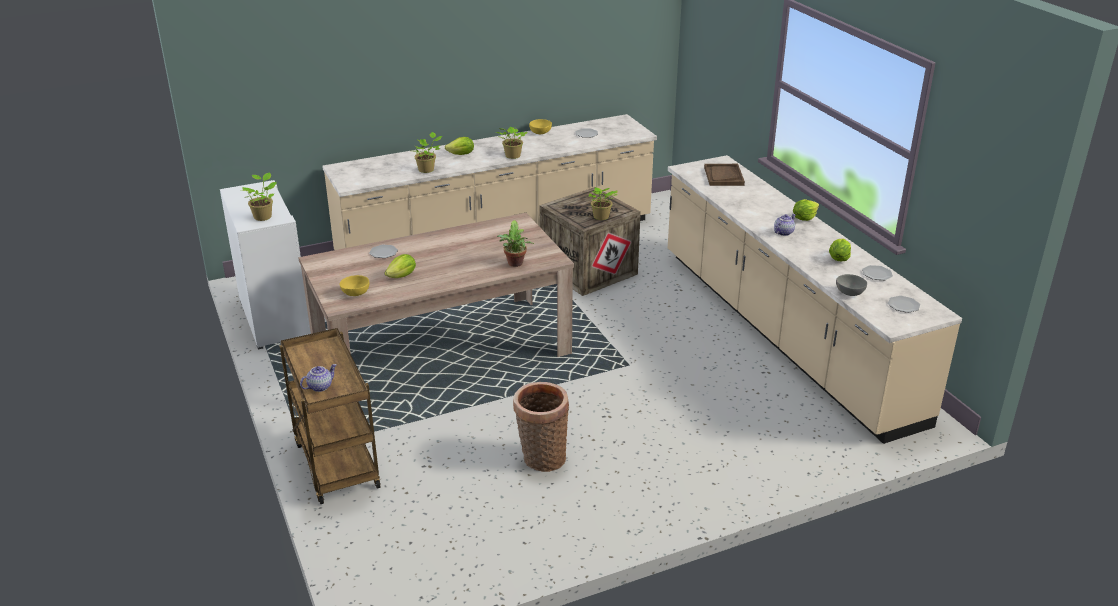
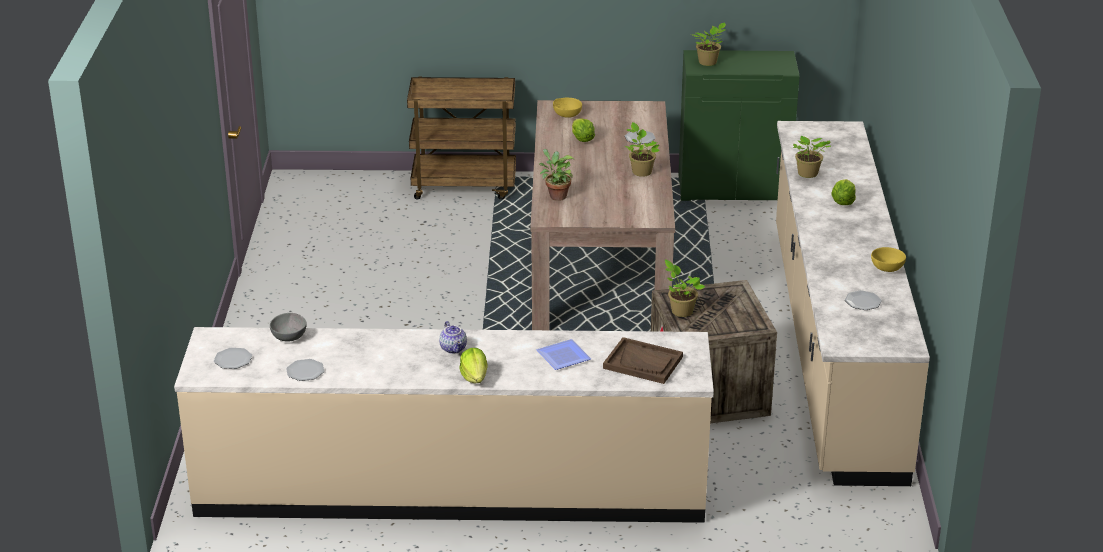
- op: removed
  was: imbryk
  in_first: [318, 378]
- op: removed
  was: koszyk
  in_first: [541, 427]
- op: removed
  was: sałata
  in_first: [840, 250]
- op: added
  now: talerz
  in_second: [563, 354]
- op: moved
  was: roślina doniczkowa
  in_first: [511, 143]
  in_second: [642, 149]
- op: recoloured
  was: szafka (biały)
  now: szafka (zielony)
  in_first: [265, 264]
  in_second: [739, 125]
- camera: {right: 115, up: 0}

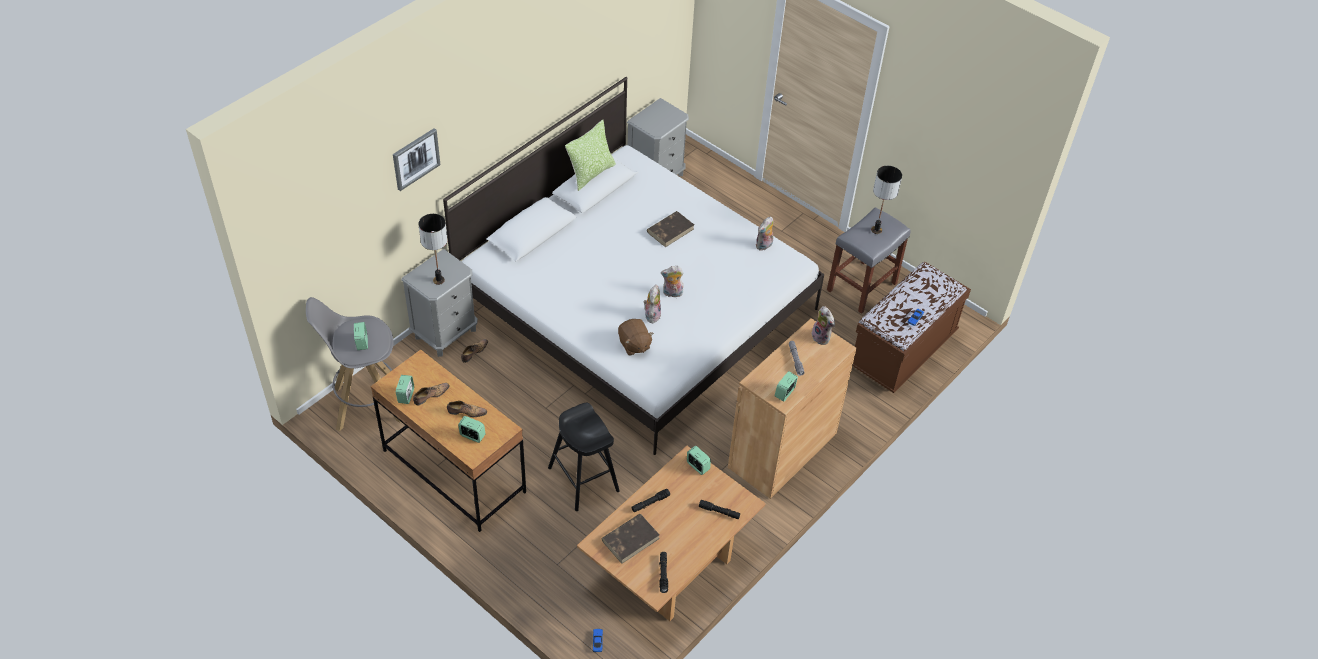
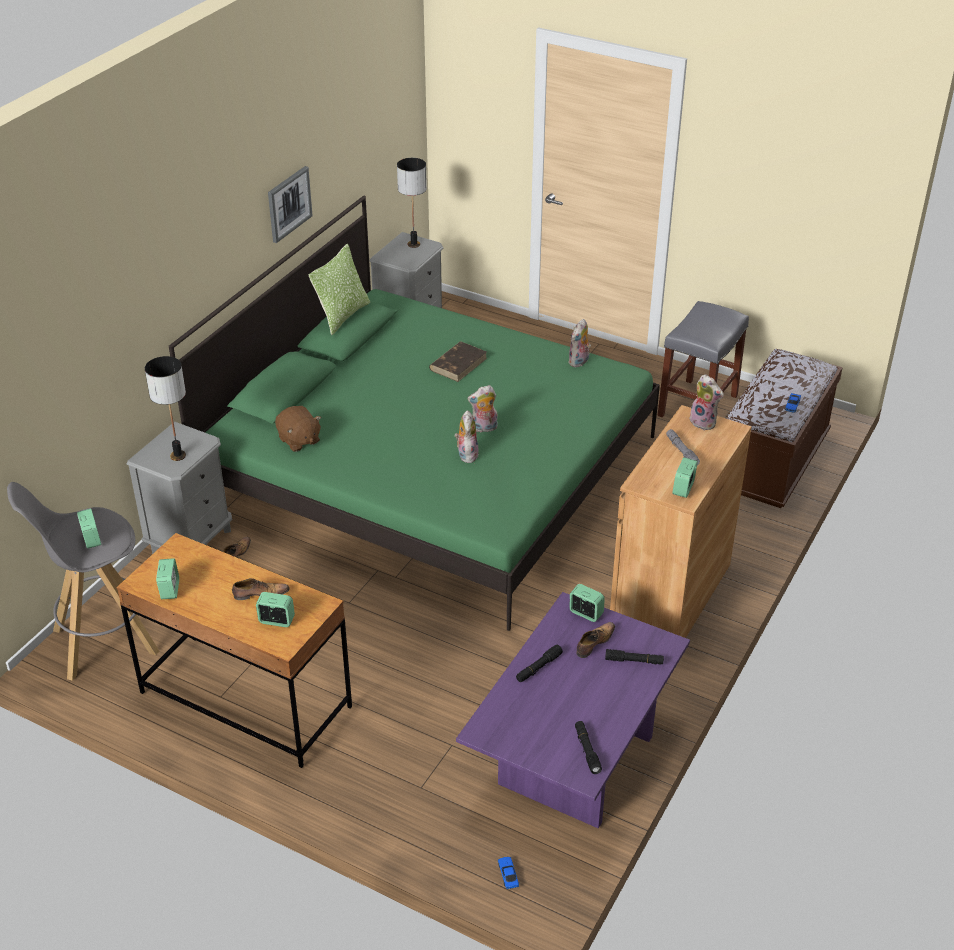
- op: removed
  was: stołek (czarny)
  in_first: [584, 457]
- op: removed
  was: książka (brązowy)
  in_first: [630, 539]
- op: moved
  was: obraz
  in_first: [417, 159]
  in_second: [290, 204]
- op: moved
  was: but
  in_first: [431, 394]
  in_second: [596, 640]
- op: moved
  was: pluszak (brązowy)
  in_first: [636, 337]
  in_second: [298, 429]
- op: moved
  was: lampa stołowa
  in_first: [886, 200]
  in_second: [412, 203]
- op: recoloured
  was: łóżko (biały)
  now: łóżko (zielony)
  in_first: [633, 266]
  in_second: [414, 413]
- op: recoloured
  was: ława (brązowy)
  now: ława (fioletowy)
  in_first: [671, 533]
  in_second: [573, 710]
- camera: {right: -10, up: -10}

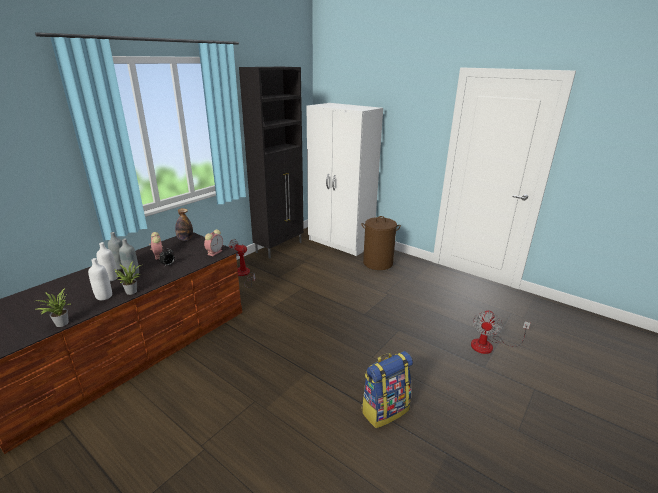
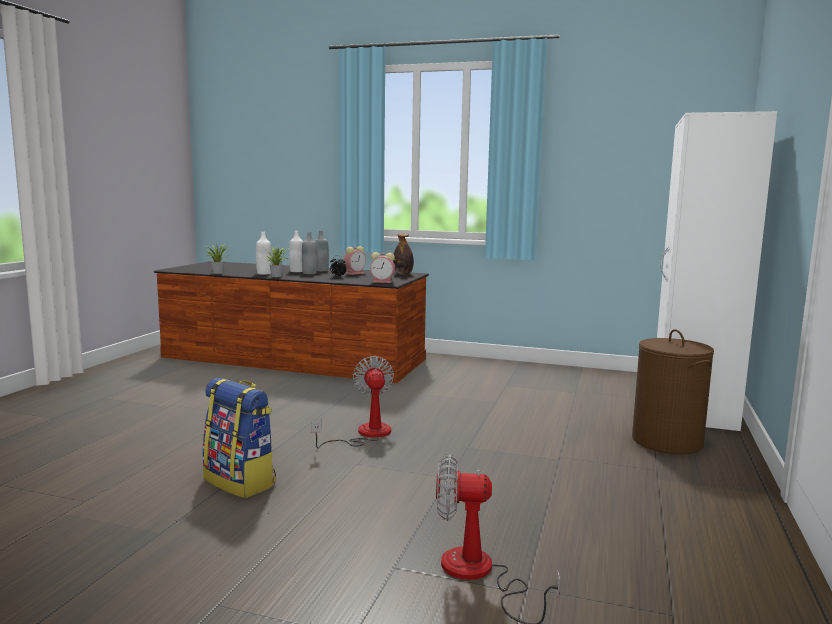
- op: removed
  was: szafka (czarny)
  in_first: [271, 163]
- op: moved
  was: wentylator
  in_first: [242, 263]
  in_second: [353, 402]
- camera: {right: 70, up: -15}

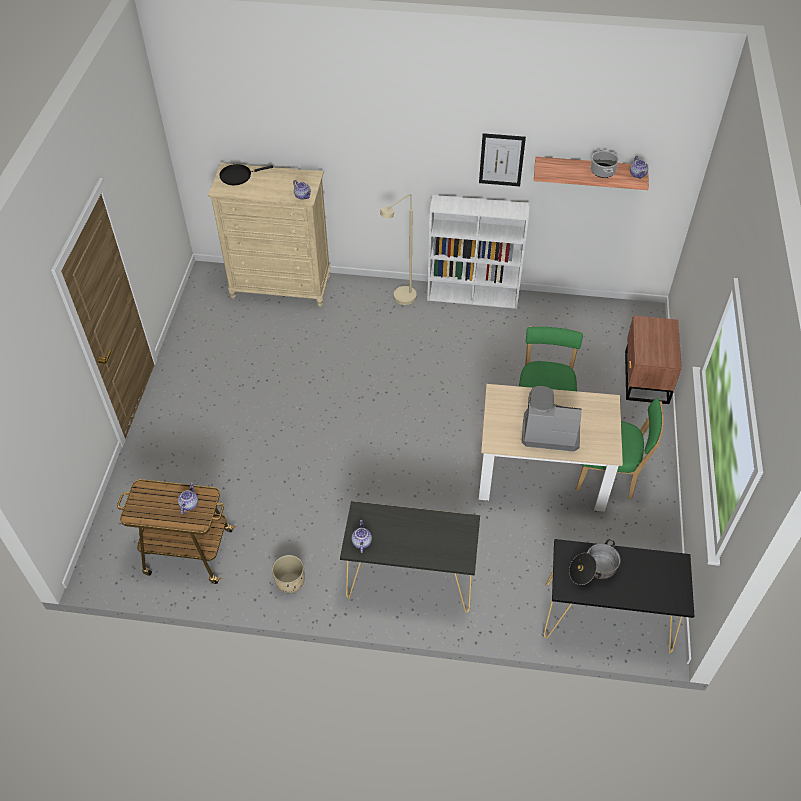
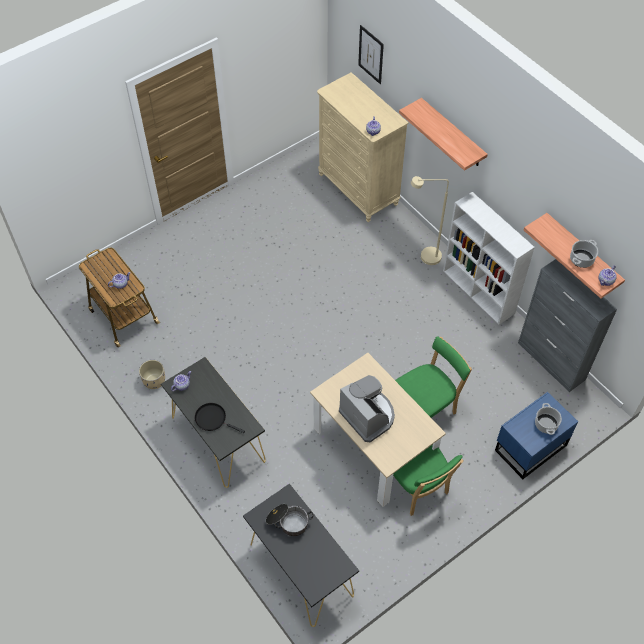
- op: added
  now: półka
  in_second: [443, 134]
- op: added
  now: szafka (szary)
  in_second: [567, 325]
- op: added
  now: garnek
  in_second: [548, 419]
- op: moved
  was: patelnia (czarny)
  in_first: [246, 174]
  in_second: [219, 418]
- op: moved
  was: obraz
  in_first: [502, 159]
  in_second: [371, 54]
- op: recoloured
  was: szafka nocna (brązowy)
  now: szafka nocna (niebieski)
  in_first: [653, 360]
  in_second: [536, 435]
- camera: {right: 45, up: 5}

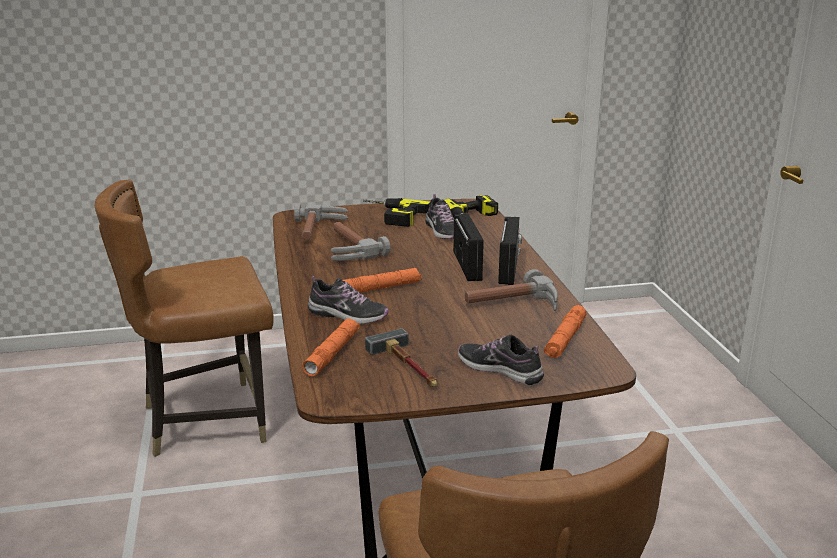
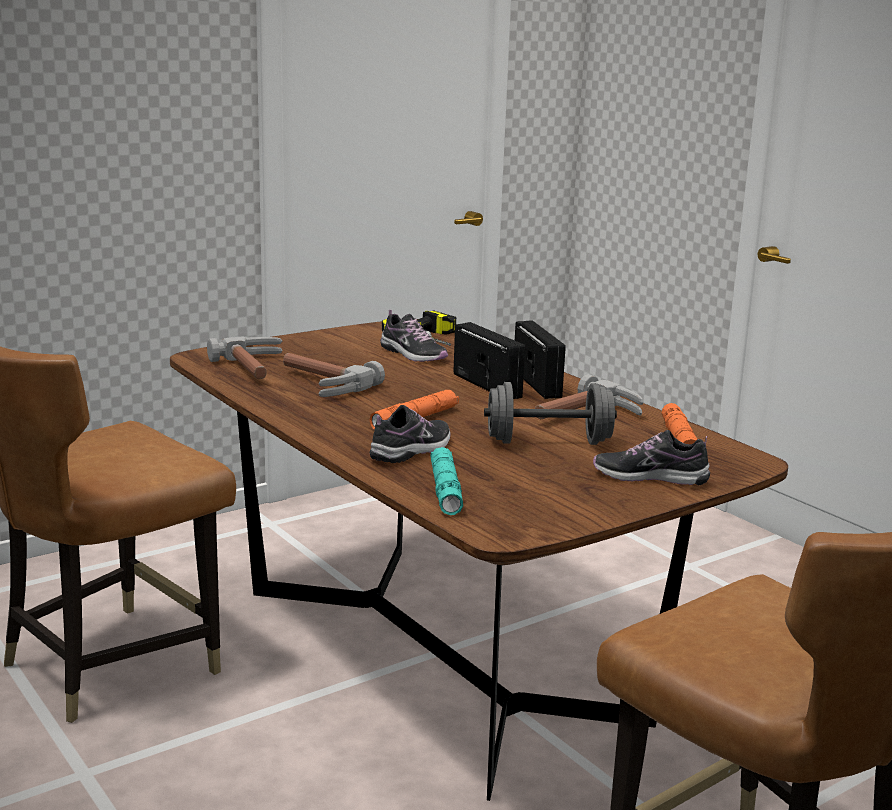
- op: removed
  was: wiertarka
  in_first: [397, 212]
- op: removed
  was: młotek
  in_first: [401, 357]
- op: added
  now: hantel (szary)
  in_second: [550, 413]
- op: recoloured
  was: latarka (pomarańczowy)
  now: latarka (turkusowy)
  in_first: [331, 347]
  in_second: [446, 481]
- op: turned
  was: but
  in_first: [348, 300]
  in_second: [410, 434]
  clockwise: -45
- camera: {right: -25, up: -5}

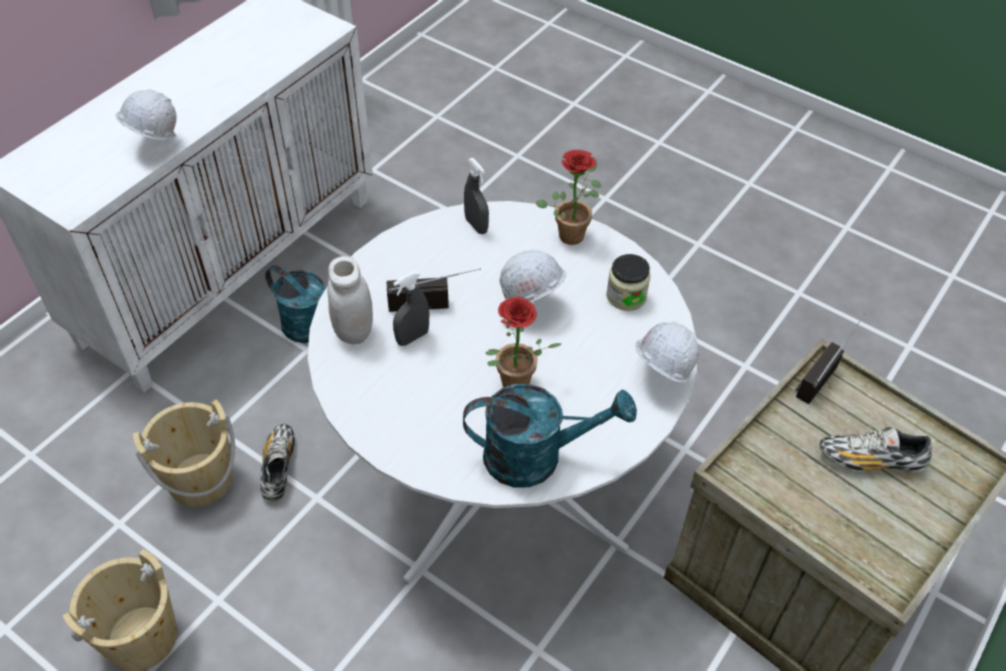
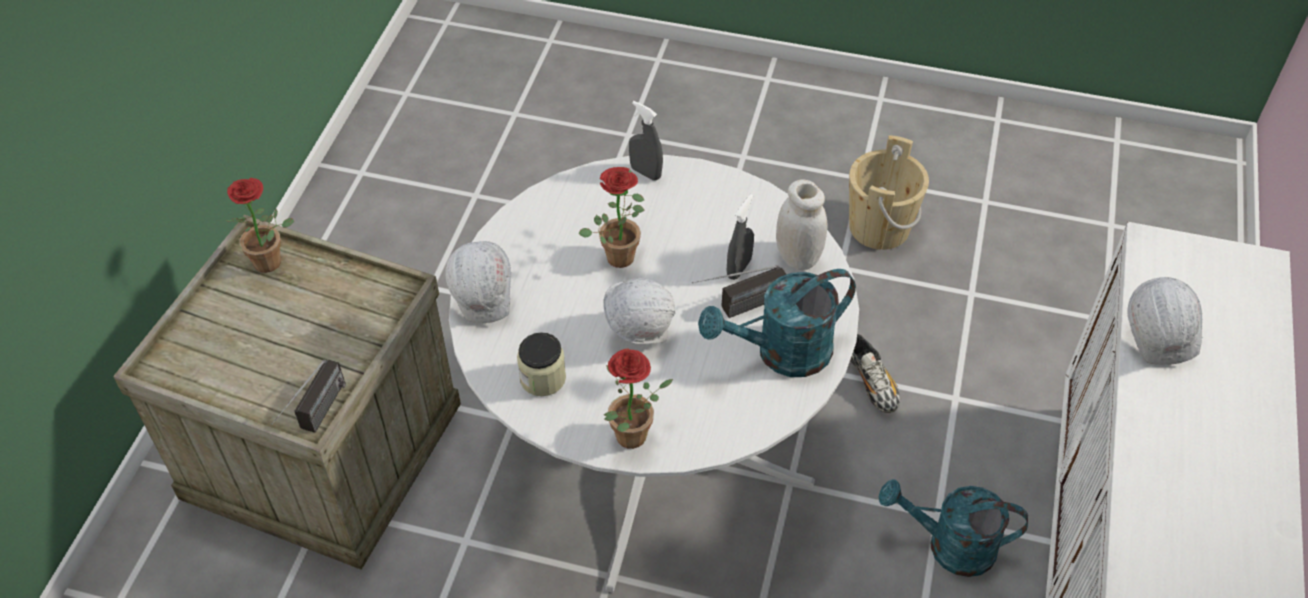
- op: removed
  was: wiadro (beżowy)
  in_first: [184, 453]
- op: removed
  was: but
  in_first: [876, 450]
- op: added
  now: roślina doniczkowa
  in_second: [260, 225]
- op: moved
  was: konewka (turkusowy)
  in_first: [550, 436]
  in_second: [777, 323]
- op: moved
  was: spryskiwacz (szary)
  in_first: [476, 196]
  in_second: [646, 141]
- camera: {right: 160, up: 0}

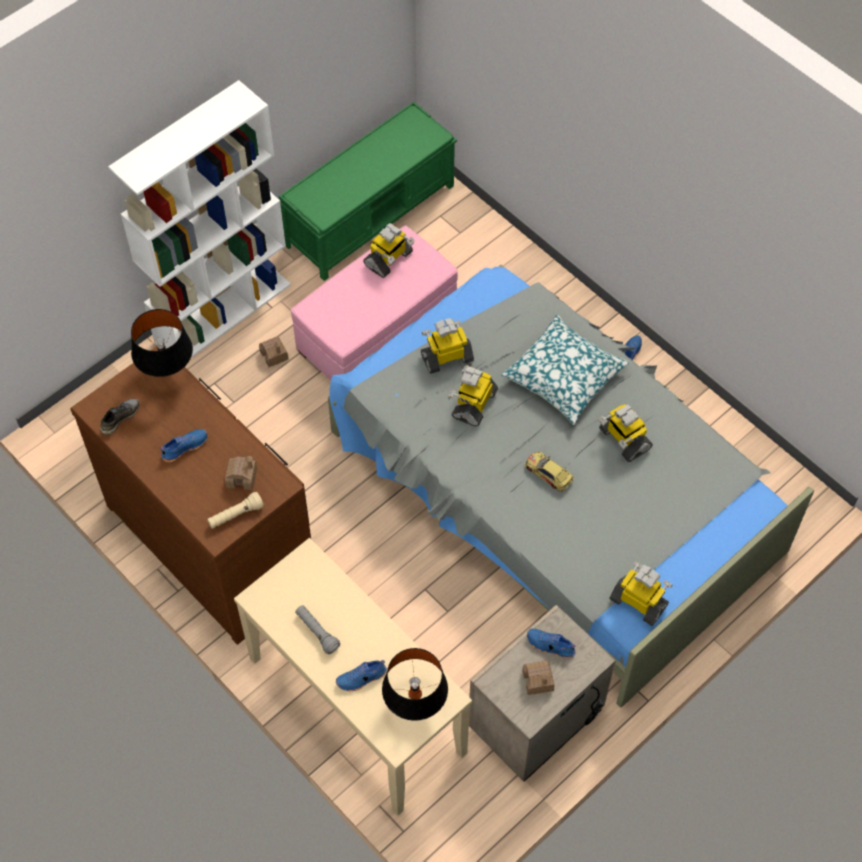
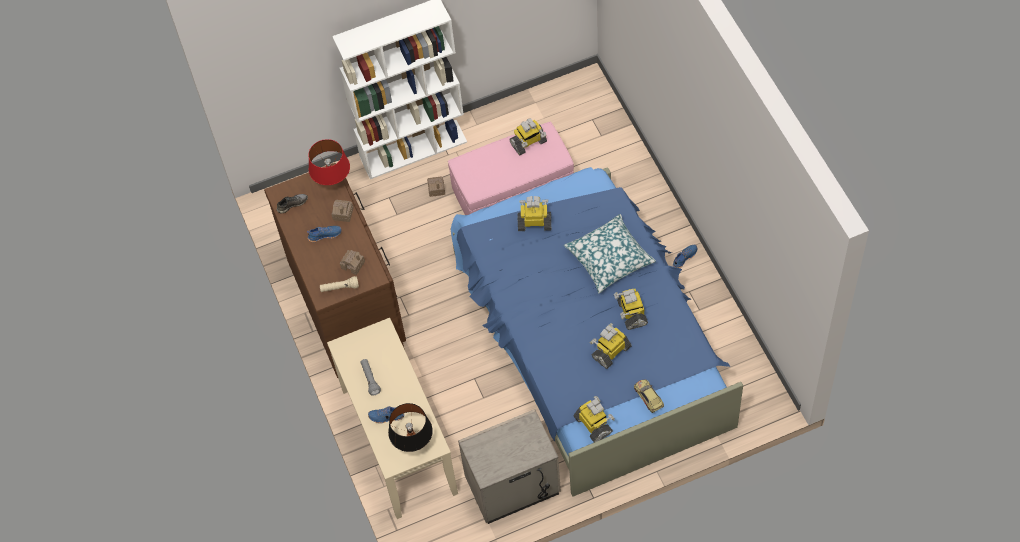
- op: removed
  was: ławka (zielony)
  in_first: [368, 191]
- op: removed
  was: but (niebieski)
  in_first: [551, 643]
- op: moved
  was: robot zabawkowy
  in_first: [473, 395]
  in_second: [611, 346]
- op: moved
  was: domek
  in_first: [538, 678]
  in_second: [342, 211]
- op: moved
  was: samochodzik
  in_first: [549, 472]
  in_second: [649, 396]
- op: recoloured
  was: lampa stołowa (czarny)
  now: lampa stołowa (czerwony)
  in_first: [162, 343]
  in_second: [329, 162]
- op: recoloured
  was: łóżko (szary)
  now: łóżko (niebieski)
  in_first: [571, 486]
  in_second: [597, 332]
- camera: {right: 25, up: 0}

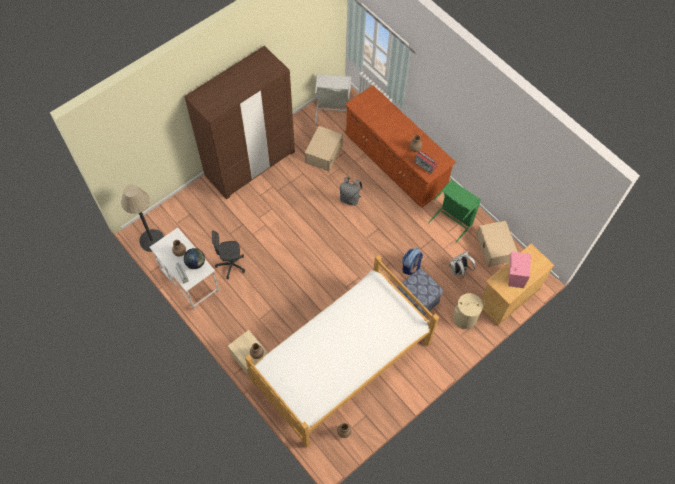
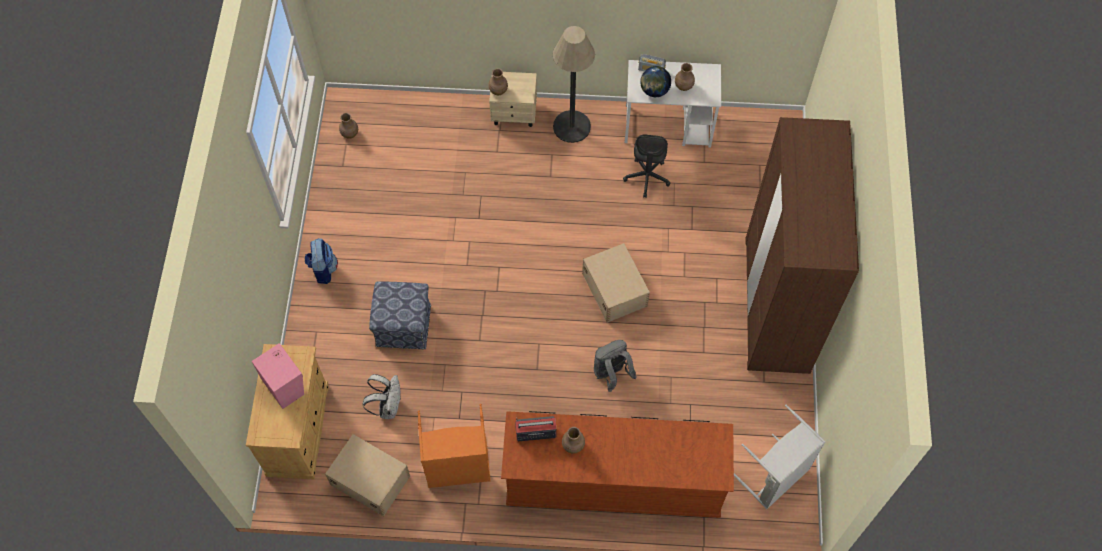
- op: removed
  was: łóżko
  in_first: [342, 351]
- op: removed
  was: kosz na pranie (beżowy)
  in_first: [469, 311]
- op: moved
  was: lampa stojąca
  in_first: [142, 218]
  in_second: [574, 84]
- op: moved
  was: pojemnik do przechowywania (beżowy)
  in_first: [324, 148]
  in_second: [616, 283]
- op: moved
  was: plecak
  in_first: [412, 261]
  in_second: [321, 261]
- op: recoloured
  was: kosz na pranie (zielony)
  now: kosz na pranie (pomarańczowy)
  in_first: [454, 211]
  in_second: [454, 446]
- op: turned
  was: krzesło biurowe (szary)
  in_first: [228, 254]
  in_second: [647, 166]
  clockwise: 150
- camera: {right: 135, up: 0}

